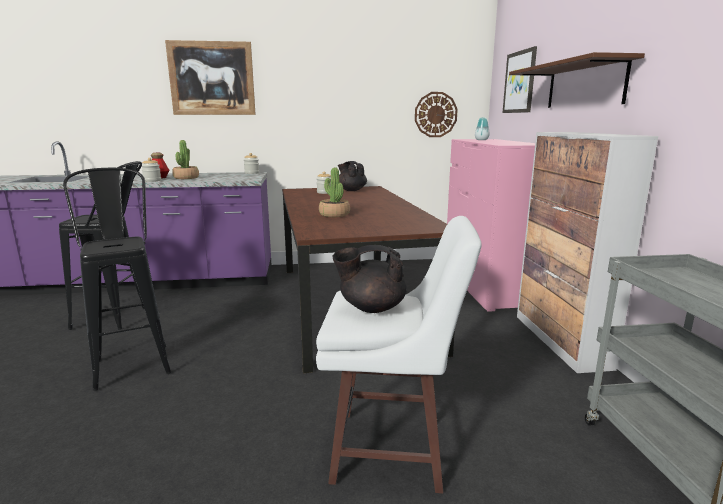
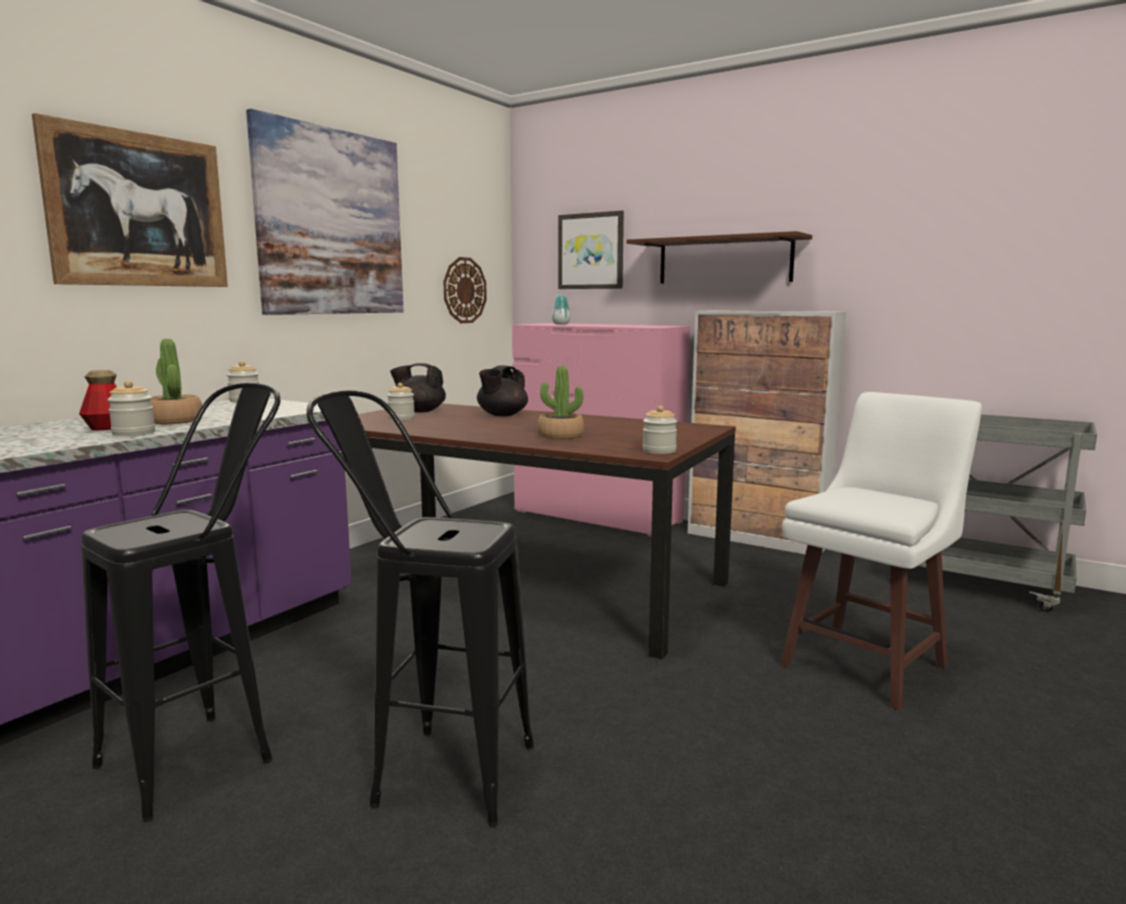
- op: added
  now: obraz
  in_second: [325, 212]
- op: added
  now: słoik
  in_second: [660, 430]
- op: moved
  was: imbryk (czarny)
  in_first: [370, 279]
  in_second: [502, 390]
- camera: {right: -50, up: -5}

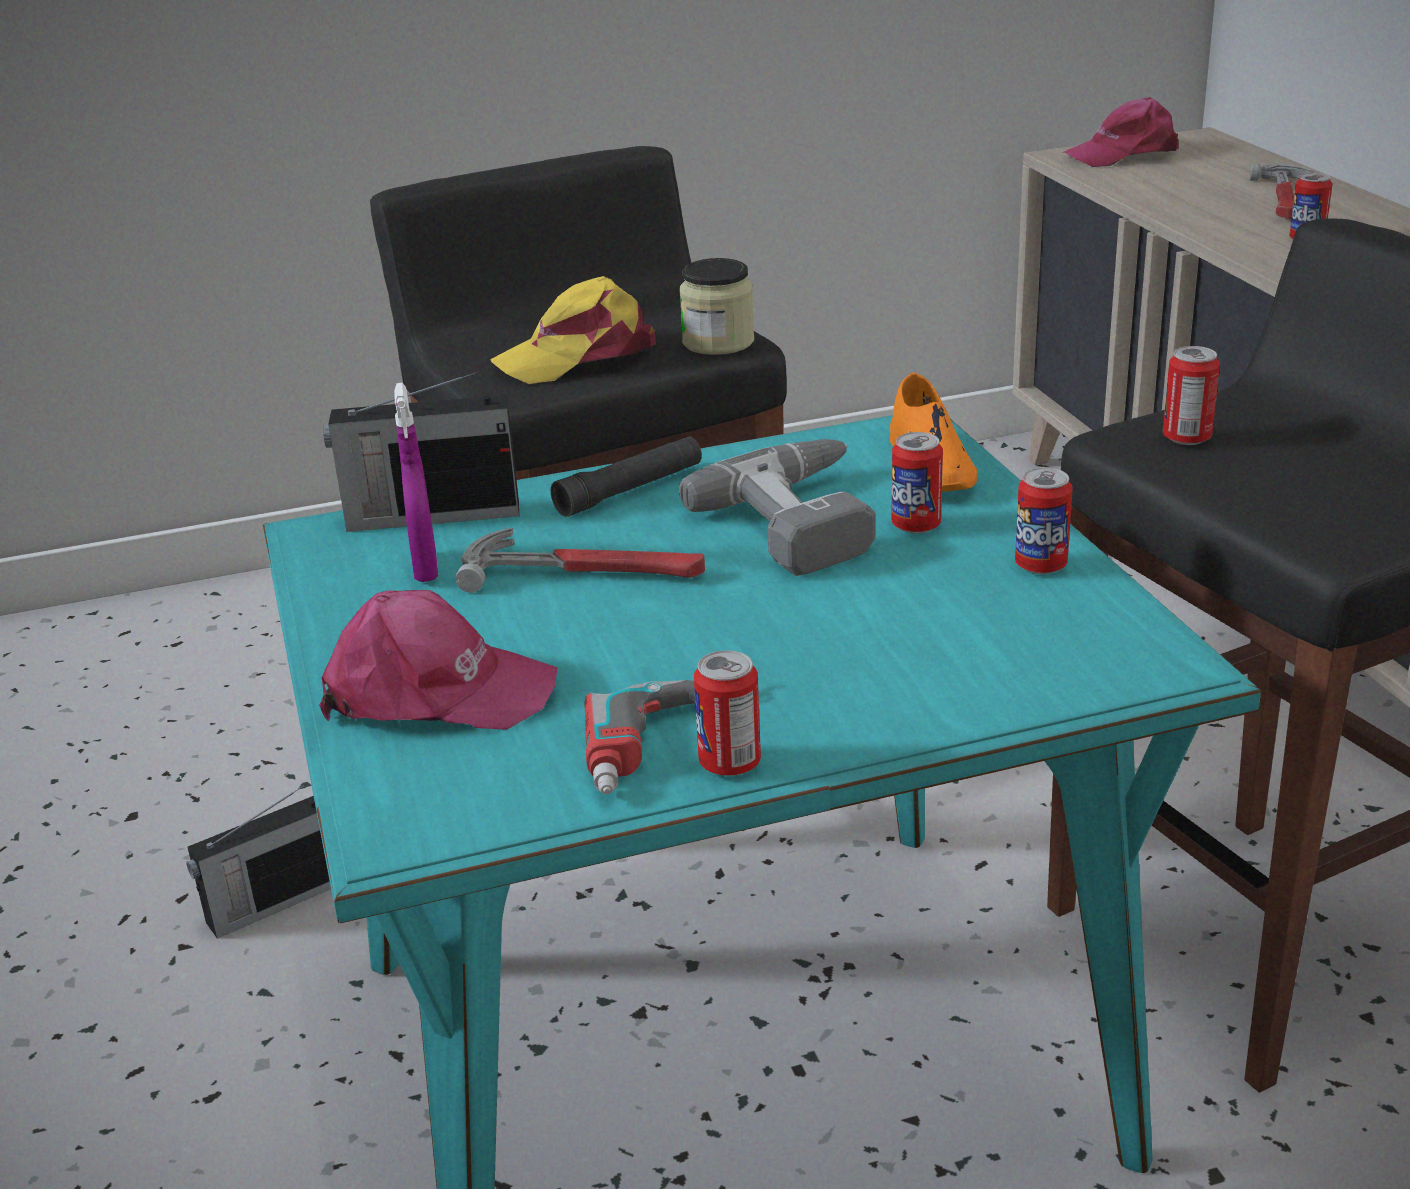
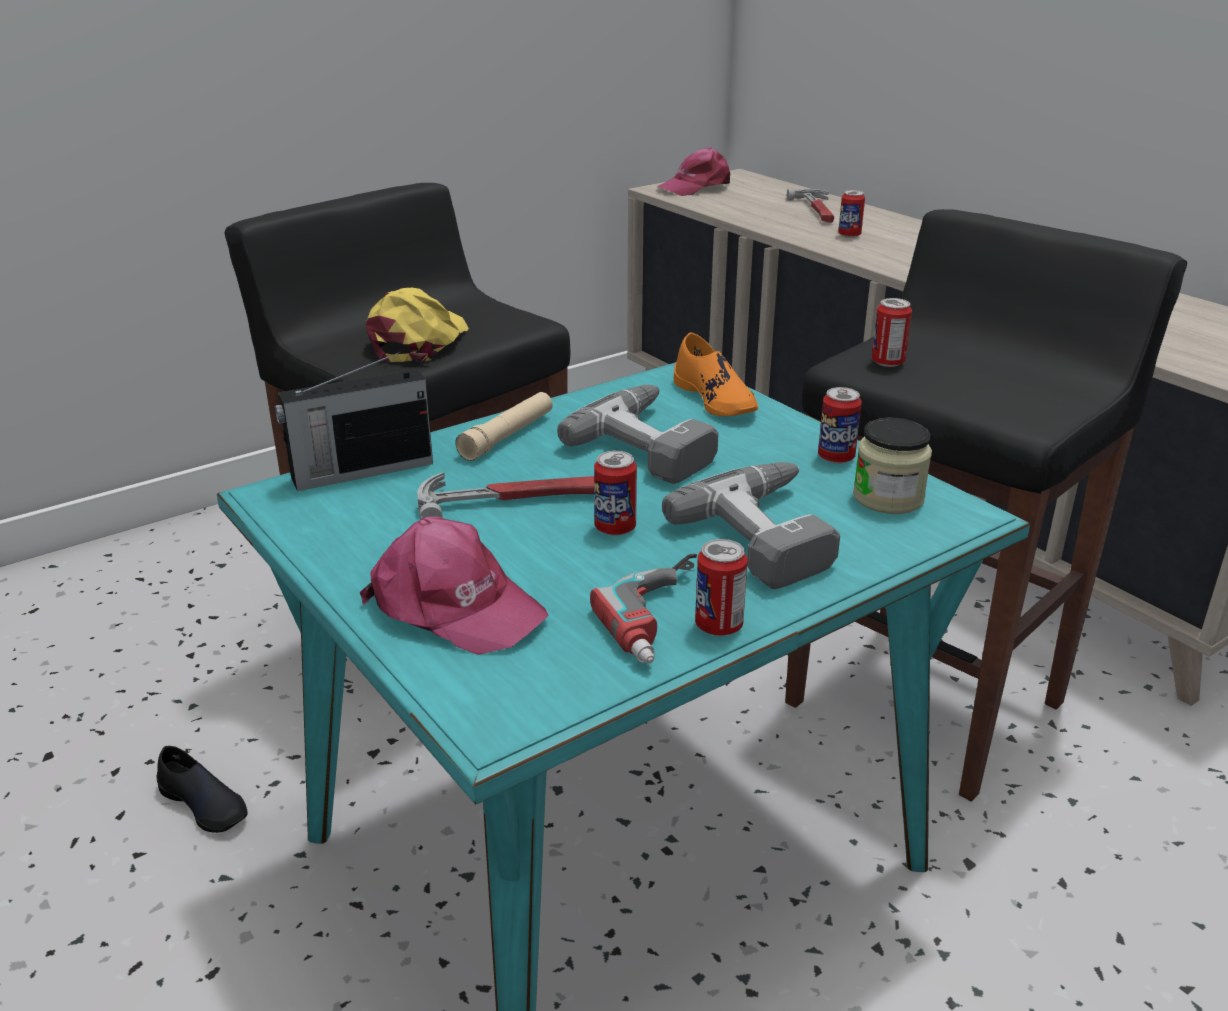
- op: removed
  was: spryskiwacz (fioletowy)
  in_first: [416, 482]
- op: added
  now: wiertarka
  in_second: [751, 525]
- op: moved
  was: słoik
  in_first: [716, 306]
  in_second: [892, 466]
- op: moved
  was: puszka
  in_first: [917, 483]
  in_second: [615, 493]
- op: replaced
  was: radio
  now: but (czarny)
  in_first: [258, 861]
  in_second: [202, 789]
- op: recoloured
  was: latarka (czarny)
  now: latarka (beżowy)
  in_first: [626, 477]
  in_second: [504, 426]
- op: turned
  was: czapka z daszkiem (różowy)
  in_first: [438, 660]
  in_second: [454, 585]
  clockwise: 45
- op: turned
  was: czapka z daszkiem (żółty)
  in_first: [573, 330]
  in_second: [417, 325]
  clockwise: 150
- camera: {right: -20, up: 0}

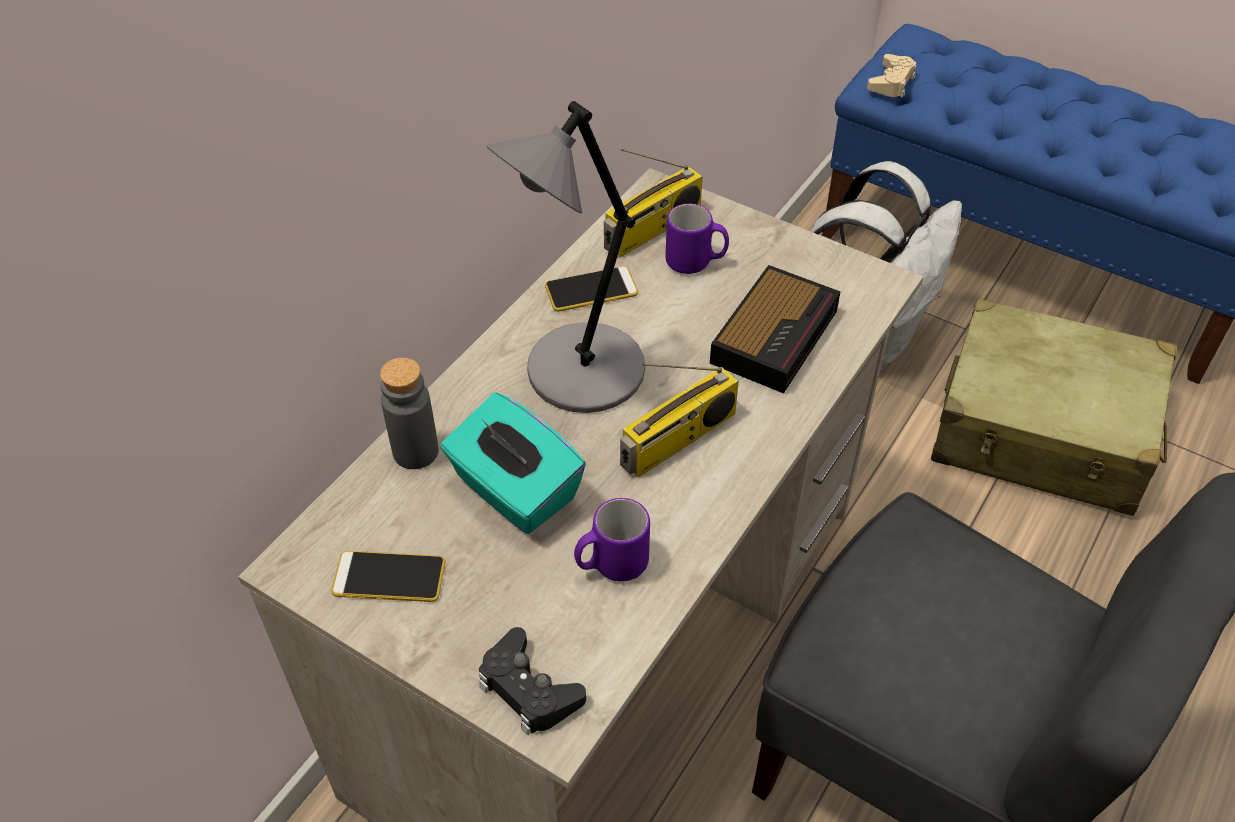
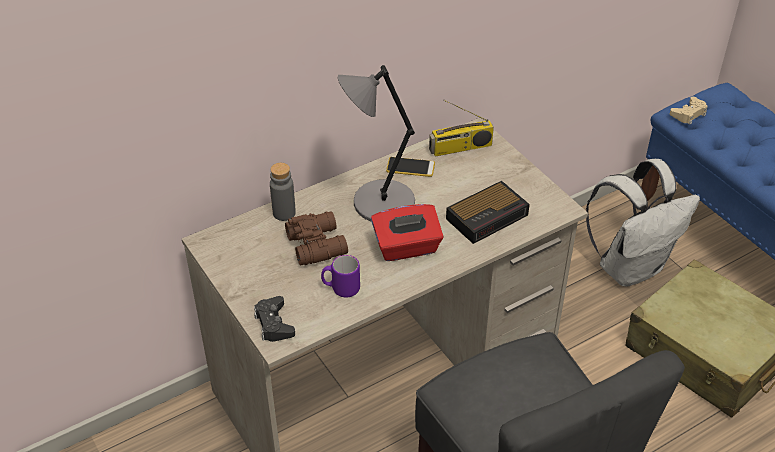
- op: removed
  was: telefon
  in_first: [388, 576]
- op: removed
  was: kubek (fioletowy)
  in_first: [697, 239]
- op: replaced
  was: pudełko chusteczek (turkusowy)
  now: lornetka (brązowy)
  in_first: [513, 463]
  in_second: [316, 238]
- op: replaced
  was: radio
  now: pudełko chusteczek (czerwony)
  in_first: [679, 420]
  in_second: [407, 232]
- camera: {right: 25, up: -5}

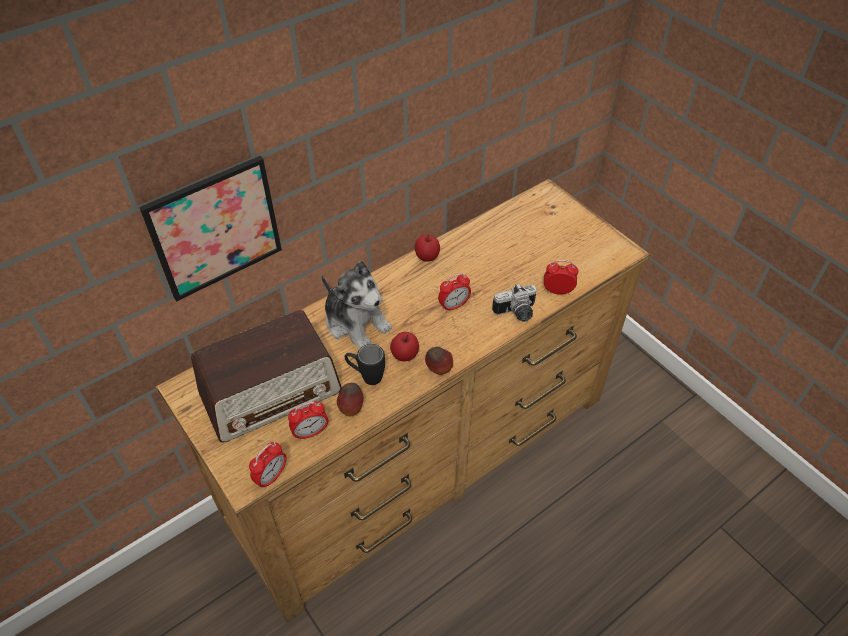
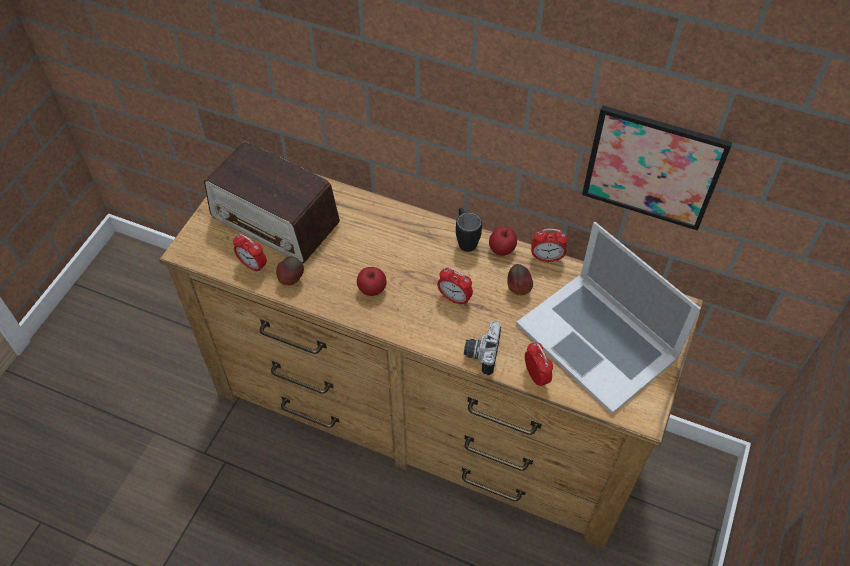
- op: removed
  was: pluszak
  in_first: [356, 304]
- op: added
  now: laptop
  in_second: [608, 318]
- op: moved
  was: obraz
  in_first: [210, 229]
  in_second: [657, 168]
- op: moved
  was: budzik
  in_first: [268, 465]
  in_second: [549, 245]
- op: moved
  was: kubek (czarny)
  in_first: [365, 364]
  in_second: [469, 230]
- op: moved
  was: jabłko
  in_first: [439, 361]
  in_second: [520, 280]
- op: turned
  was: aparat fotograficzny
  in_first: [514, 303]
  in_second: [482, 348]
  clockwise: 60
- camera: {right: 60, up: 5}

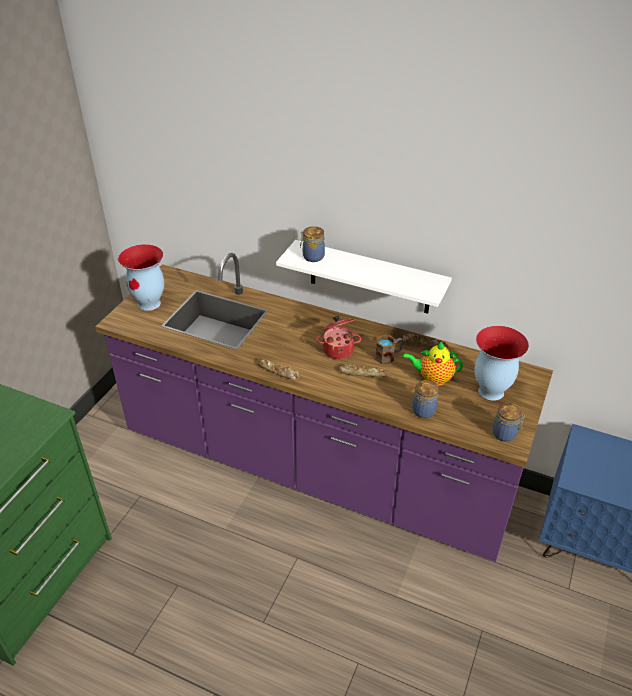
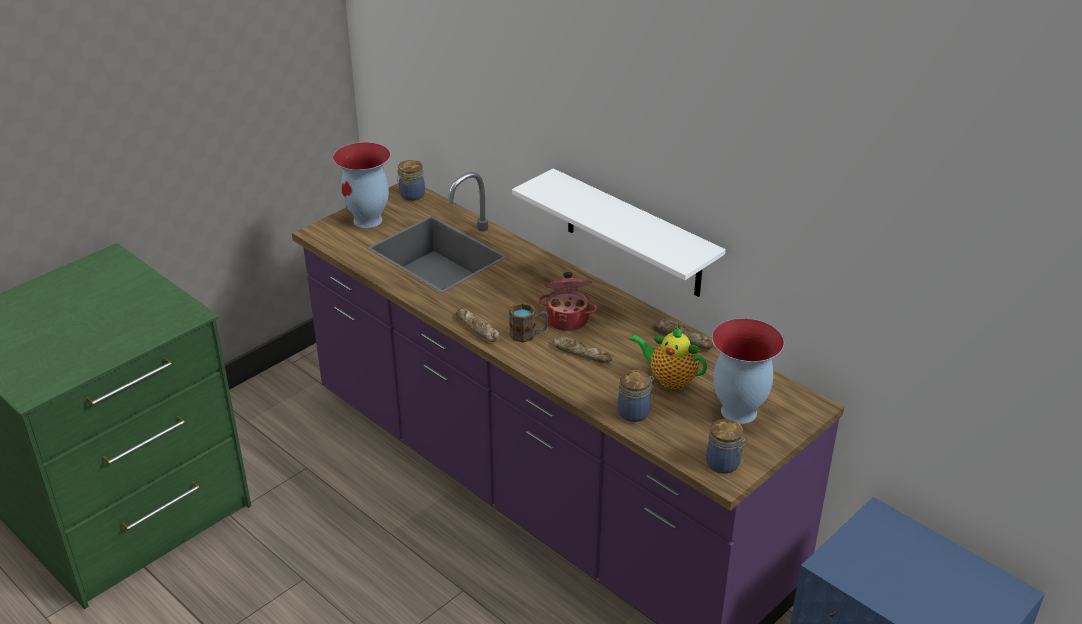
- op: moved
  was: słoik
  in_first: [312, 244]
  in_second: [411, 180]
- op: moved
  was: kubek
  in_first: [389, 349]
  in_second: [528, 322]
- camera: {right: 20, up: -5}

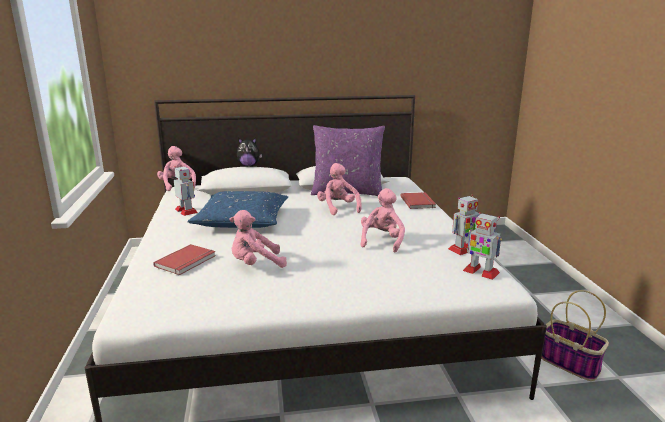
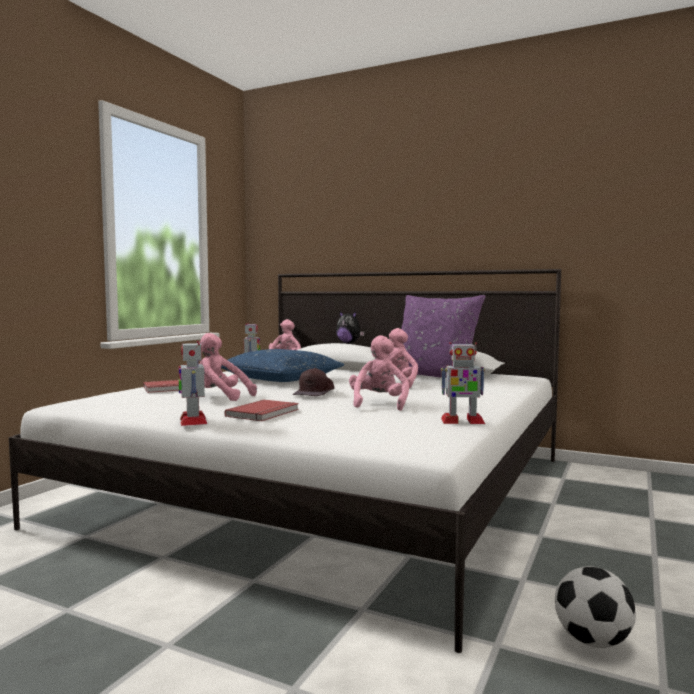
- op: added
  now: czapka z daszkiem (brązowy)
  in_second: [314, 382]
- op: moved
  was: książka (czerwony)
  in_first: [418, 200]
  in_second: [261, 410]
- op: moved
  was: robot zabawkowy
  in_first: [482, 246]
  in_second: [193, 383]
- op: replaced
  was: koszyk
  now: piłka futbolowa
  in_first: [575, 335]
  in_second: [595, 607]
- op: turned
  was: pluszak (różowy)
  in_first: [382, 220]
  in_second: [379, 373]
  clockwise: -45
- camera: {right: 35, up: -15}

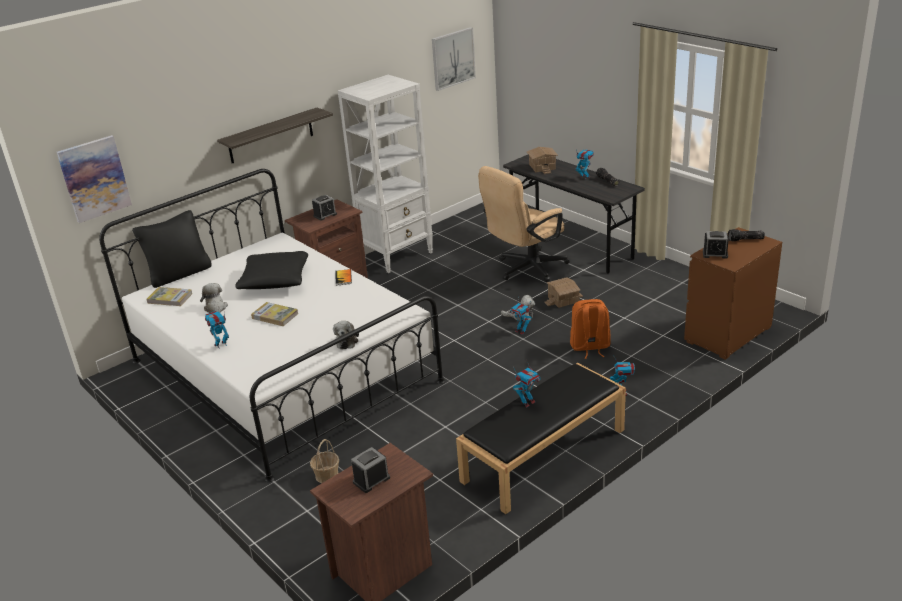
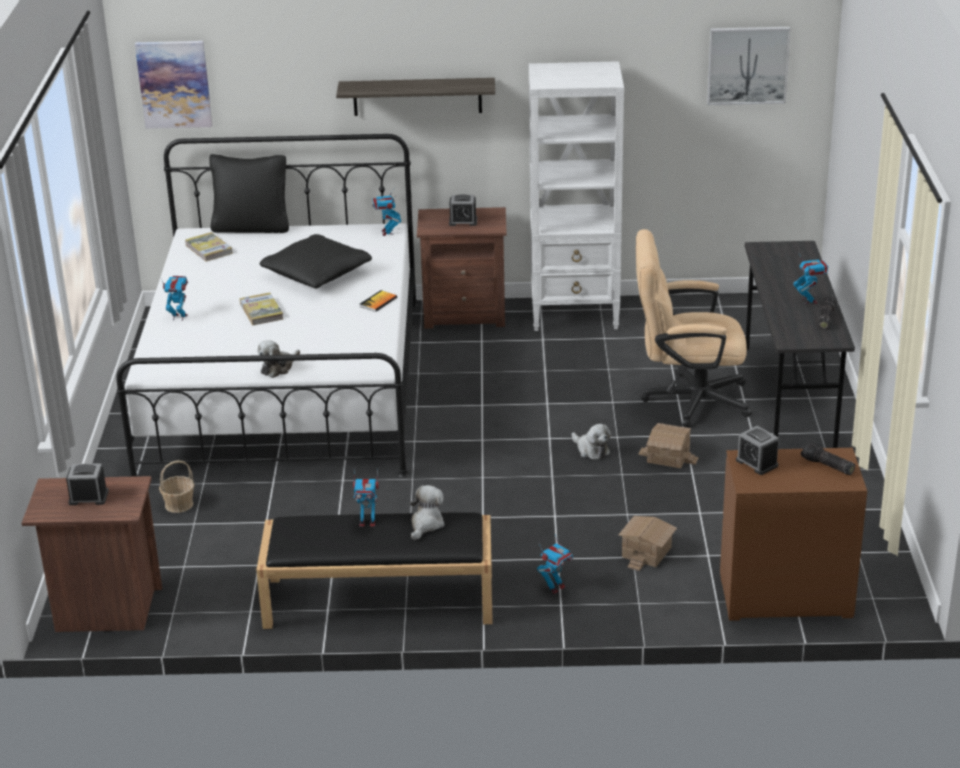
- op: removed
  was: plecak (pomarańczowy)
  in_first: [590, 329]
- op: moved
  was: pluszak
  in_first: [214, 298]
  in_second: [427, 512]
- op: moved
  was: robot zabawkowy
  in_first: [521, 316]
  in_second: [386, 212]
- op: moved
  was: domek
  in_first: [542, 160]
  in_second: [648, 543]
- camera: {right: 40, up: 0}

